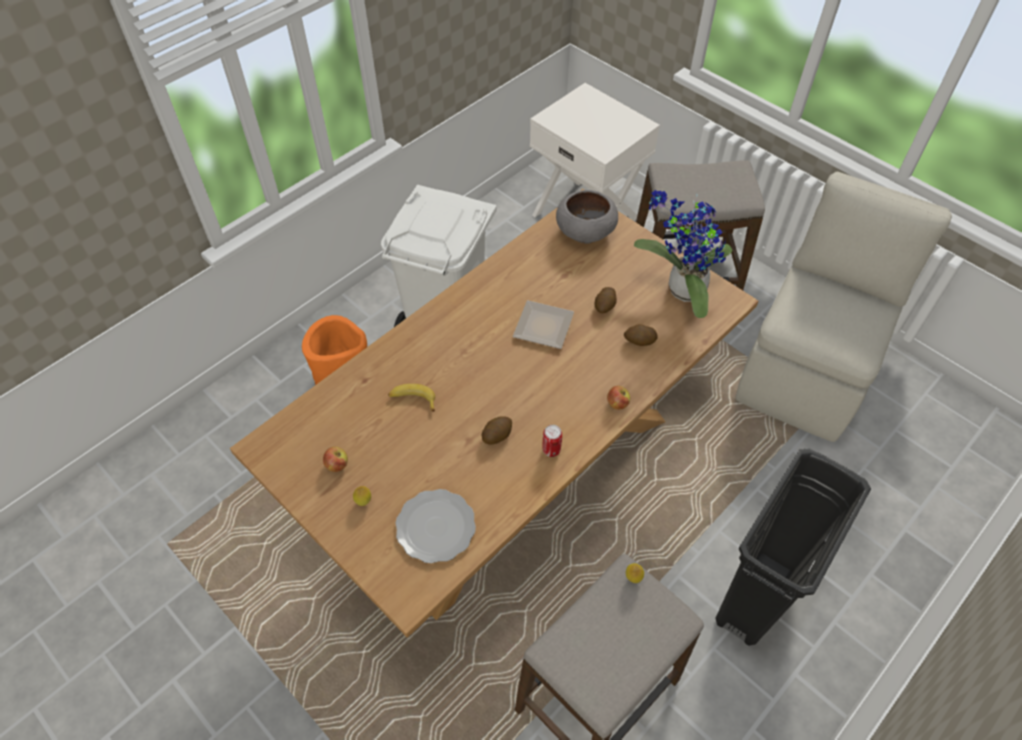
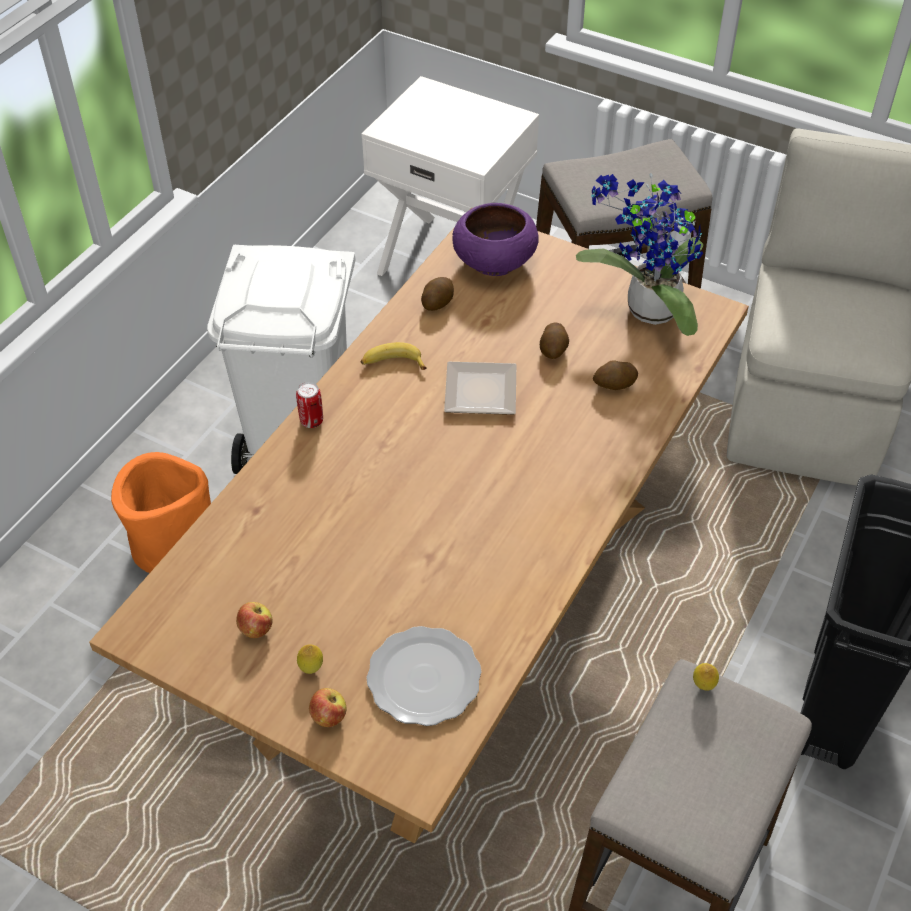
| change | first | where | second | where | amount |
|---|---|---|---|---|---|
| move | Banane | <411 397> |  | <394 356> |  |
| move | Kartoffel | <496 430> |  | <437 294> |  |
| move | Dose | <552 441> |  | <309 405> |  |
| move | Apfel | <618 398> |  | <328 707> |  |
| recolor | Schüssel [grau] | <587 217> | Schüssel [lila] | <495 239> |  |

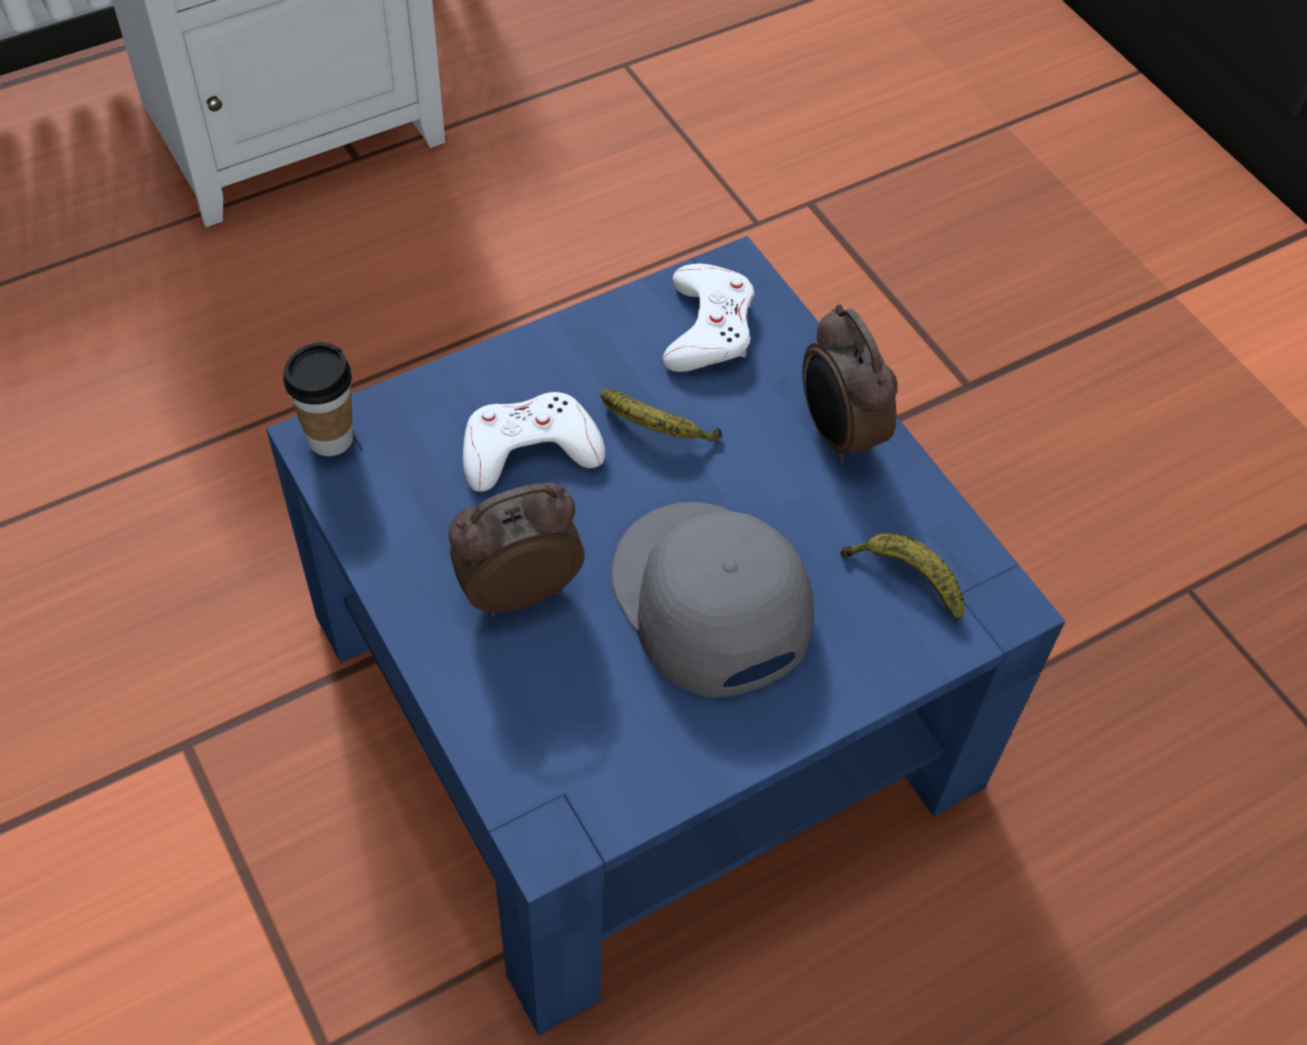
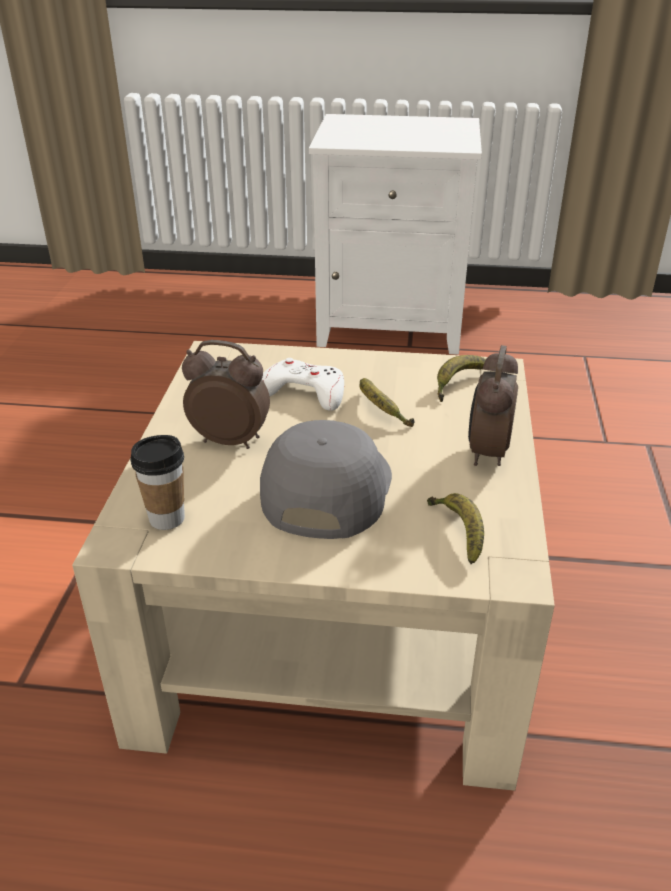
| change | first | where | second | where | amount |
|---|---|---|---|---|---|
| move | Tasse | <318 399> |  | <157 482> |  |
| replace | Gamepad [weiß] | <708 318> | Banane | <461 378> |  |
| recolor | Couchtisch [blau] | <665 636> | Couchtisch [beige] | <313 566> |  |

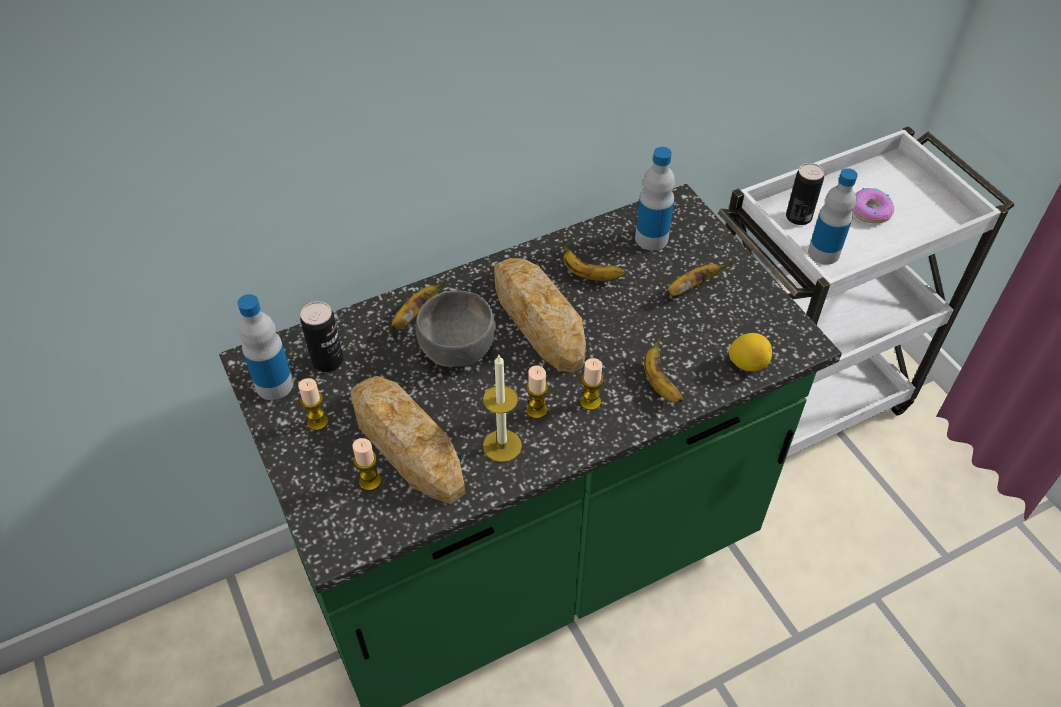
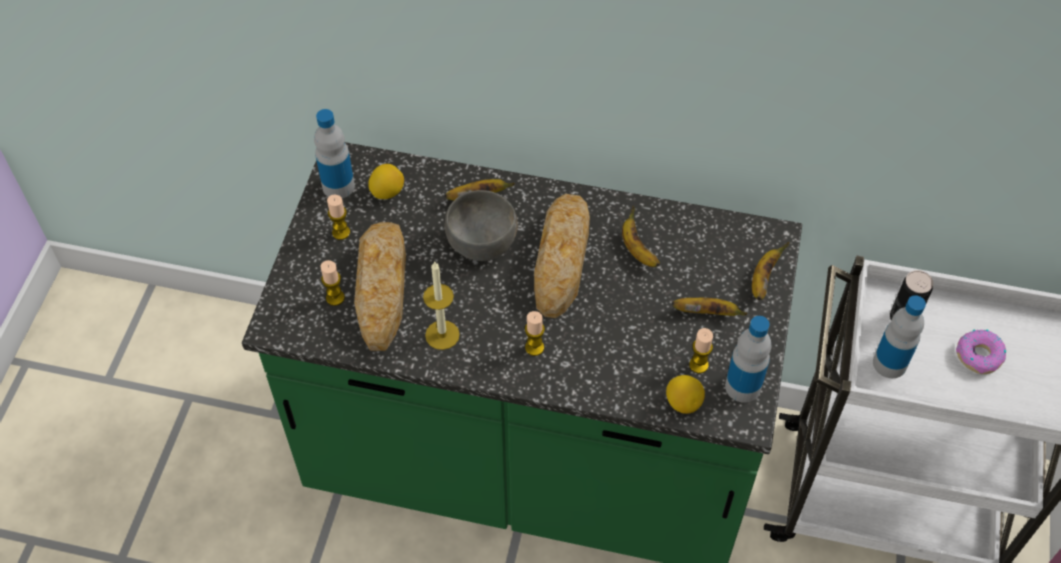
| change | first | where | second | where | amount |
|---|---|---|---|---|---|
| move | Kerze | <537 392> |  | <701 350> |  |
| move | Flasche | <655 198> |  | <748 359> |  |
| move | Banane | <663 368> |  | <770 271> |  |
| replace | Dose | <322 336> | Zitrone | <386 181> |  |

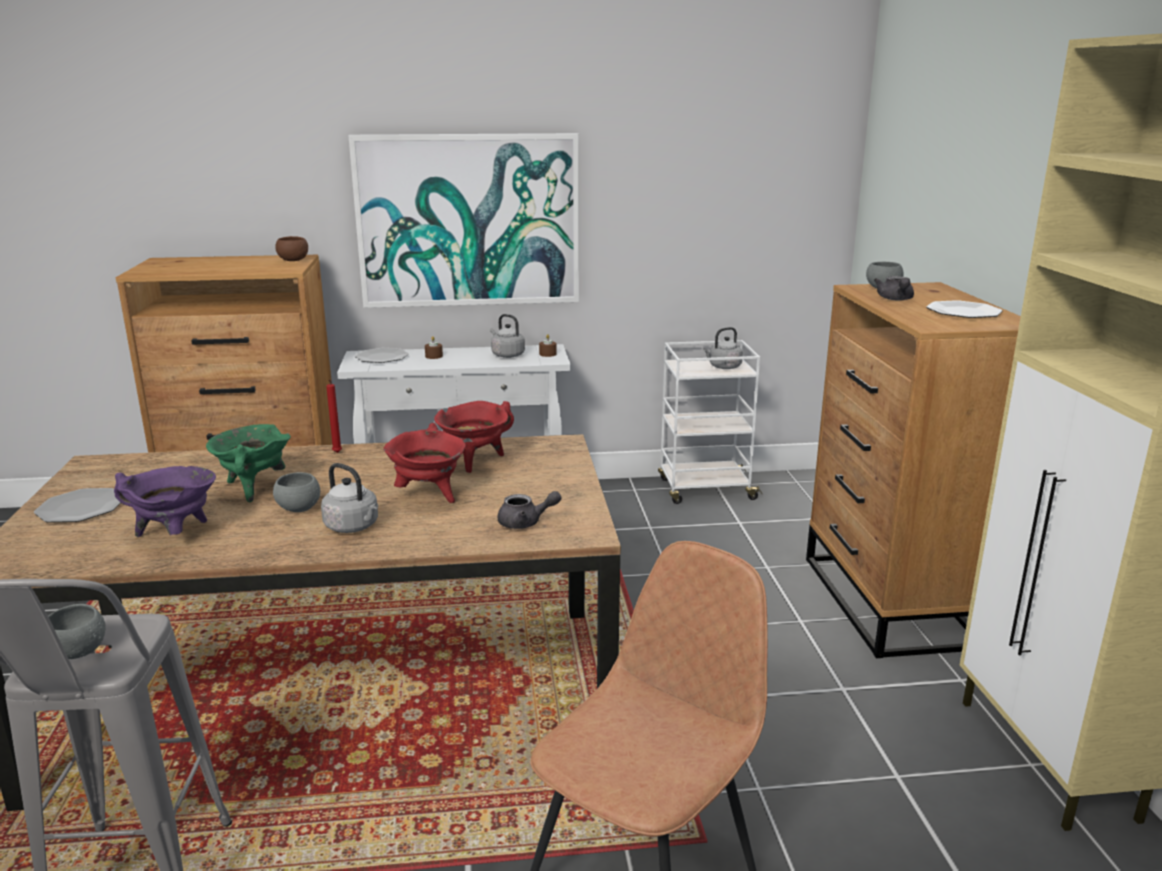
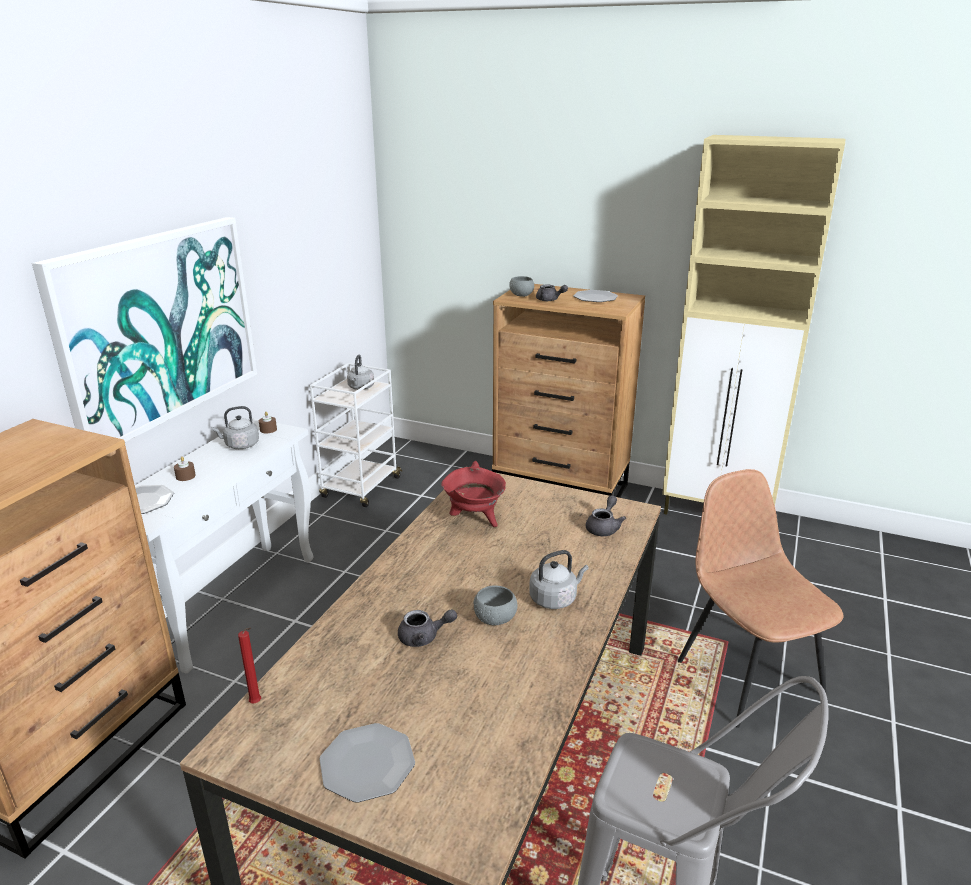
| change | first | where | second | where | amount |
|---|---|---|---|---|---|
| delete | Schüssel [grau] | <77 631> |  |  |  |
| delete | Kochtopf [lila] | <165 501> |  |  |  |
| delete | Schüssel [braun] | <291 248> |  |  |  |
| delete | Kochtopf [rot] | <424 463> |  |  |  |
| move | Kerze [rot] | <334 416> |  | <249 665> |  |
| replace | Kochtopf [grün] | <248 463> | Teekanne [grau] | <427 628> |  |

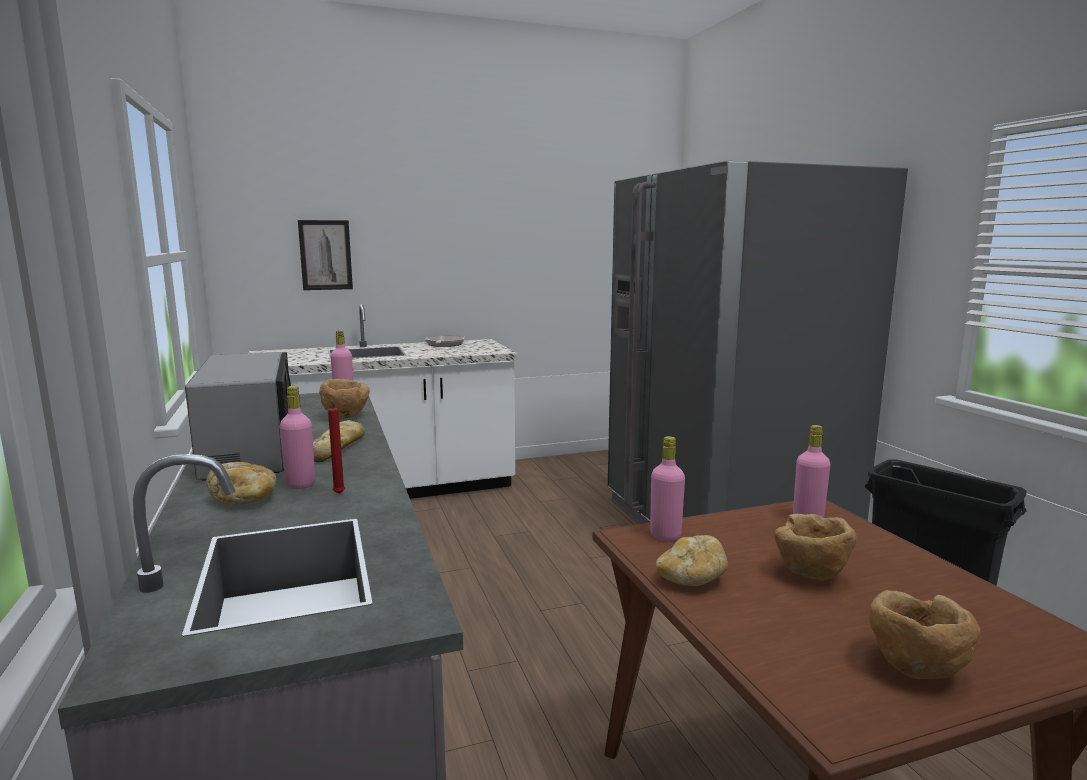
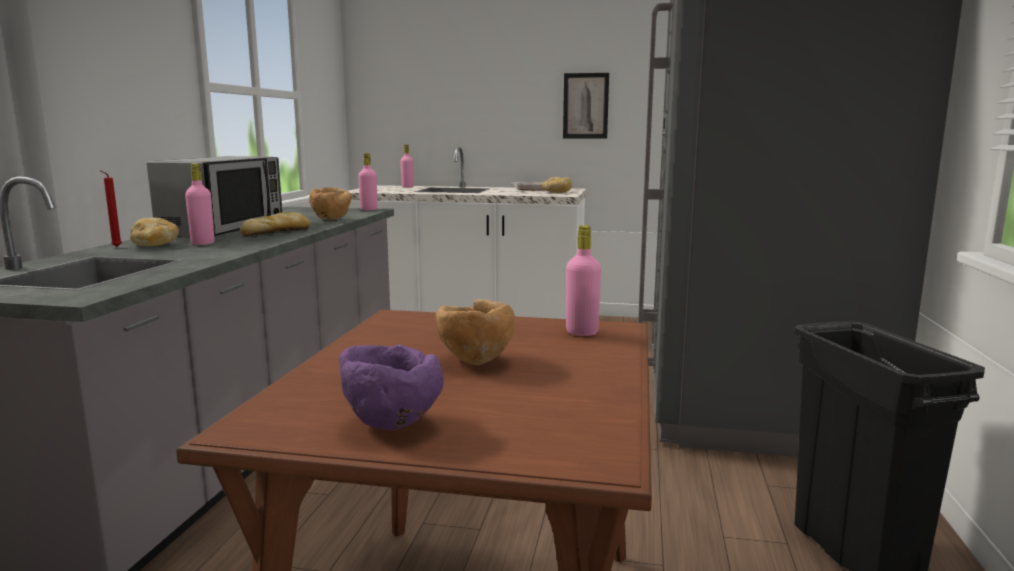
| change | first | where | second | where | amount |
|---|---|---|---|---|---|
| move | Bild | <325 255> |  | <586 106> |  |
| move | Kerze [rot] | <336 448> |  | <111 208> |  |
| move | Flasche [rosa] | <667 488> |  | <407 166> |  |
| move | Brot | <692 560> |  | <557 185> |  |
| recolor | Schüssel [braun] | <925 634> | Schüssel [lila] | <391 387> |  |

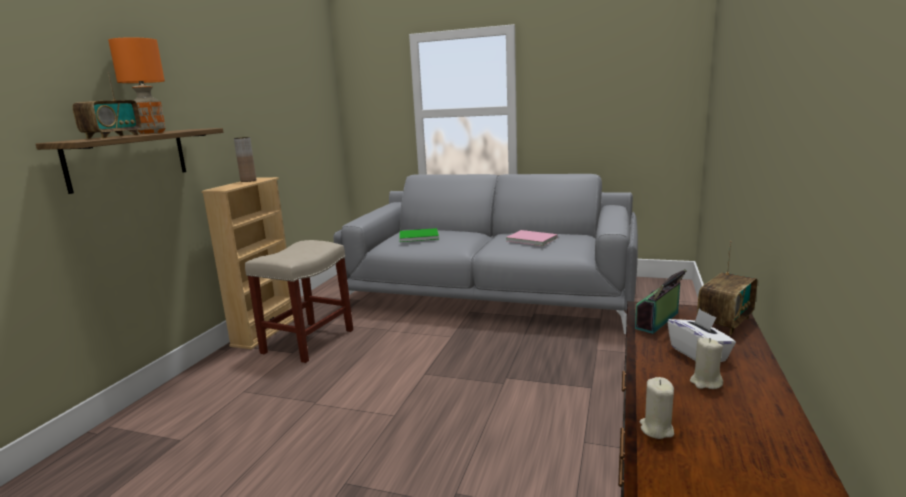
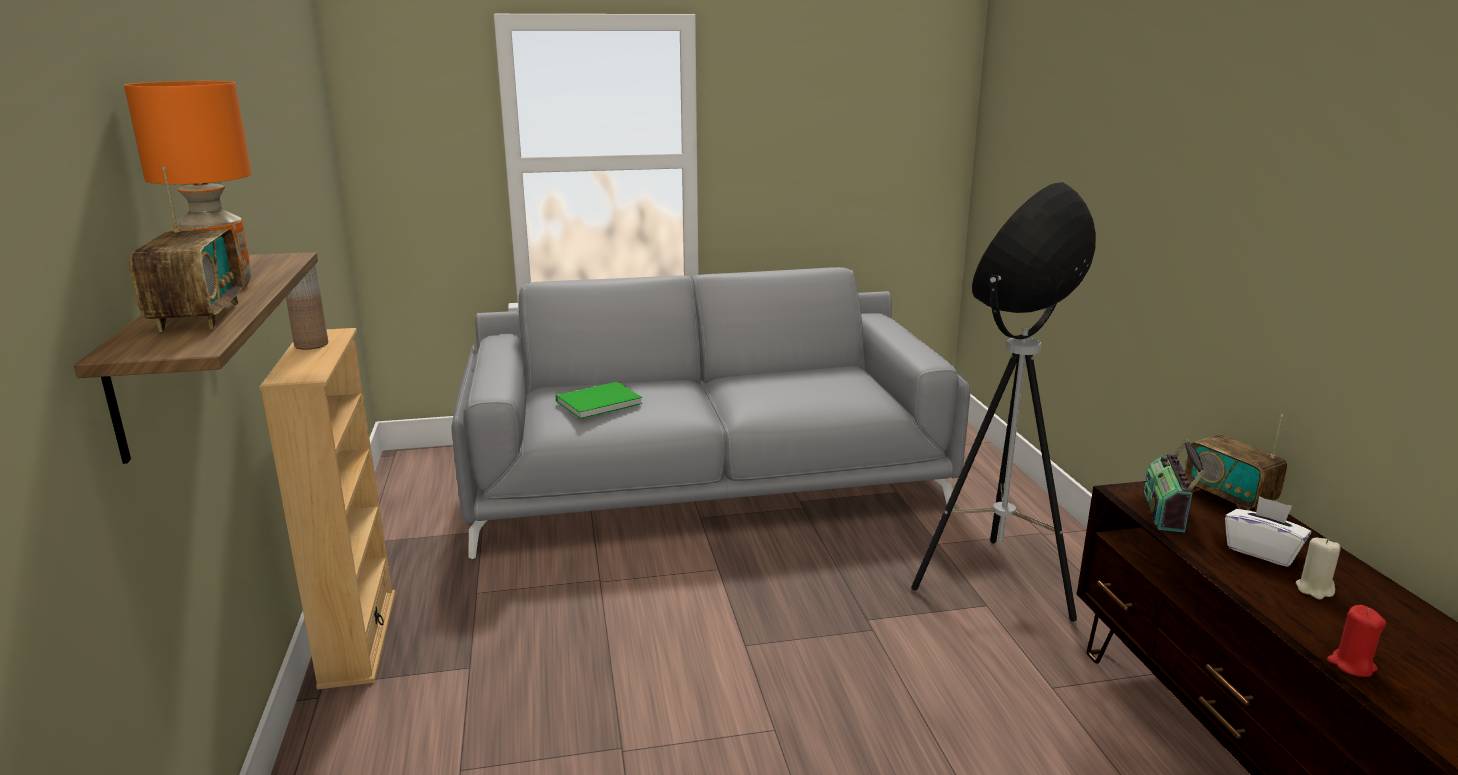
| change | first | where | second | where | amount |
|---|---|---|---|---|---|
| delete | Hocker [beige] | <299 301> |  |  |  |
| delete | Buch [rosa] | <532 238> |  |  |  |
| insert |  |  | Stehlampe | <1003 402> |  |
| recolor | Kerze [beige] | <657 408> | Kerze [rot] | <1356 641> |  |
| rotate | Radio | <727 288> |  | <1236 462> | 135 degrees clockwise |

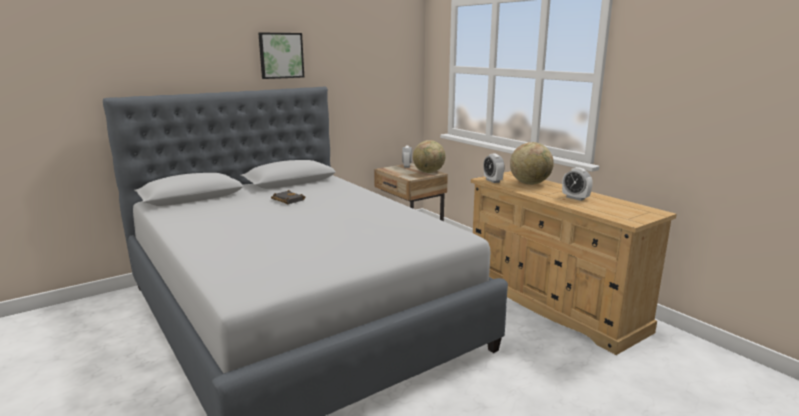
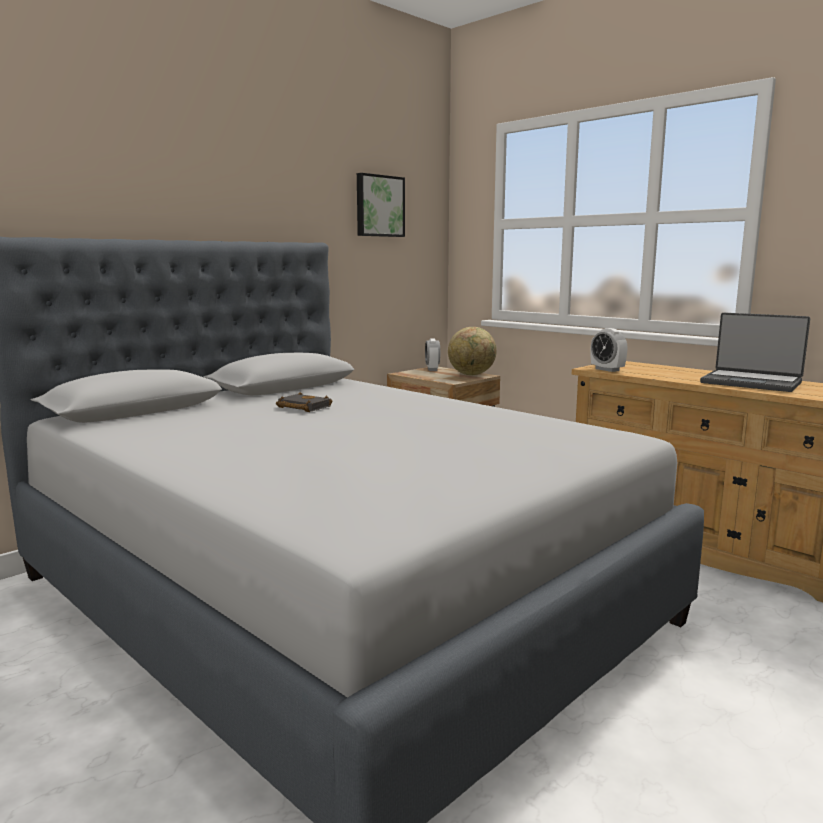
| change | first | where | second | where | amount |
|---|---|---|---|---|---|
| delete | Globus | <532 163> |  |  |  |
| move | Bild | <281 56> |  | <381 205> |  |
| replace | Wecker | <577 184> | Laptop | <755 352> |  |

